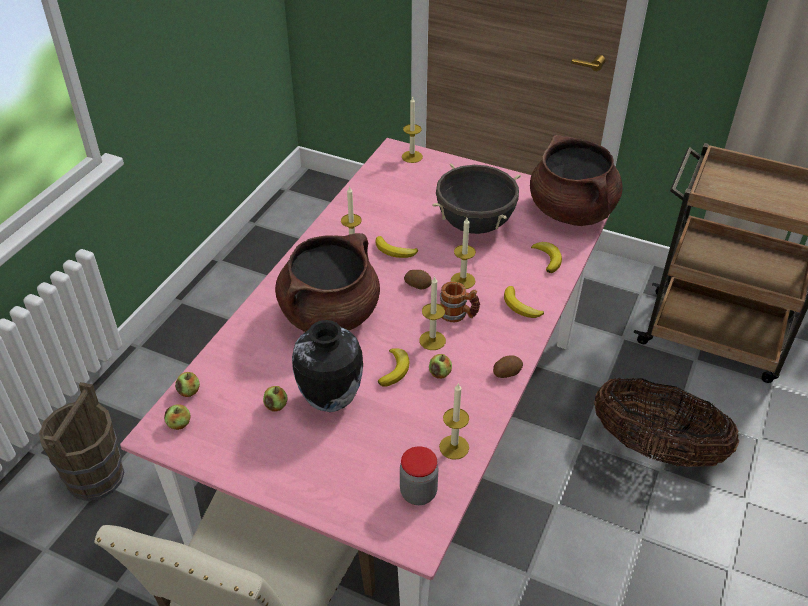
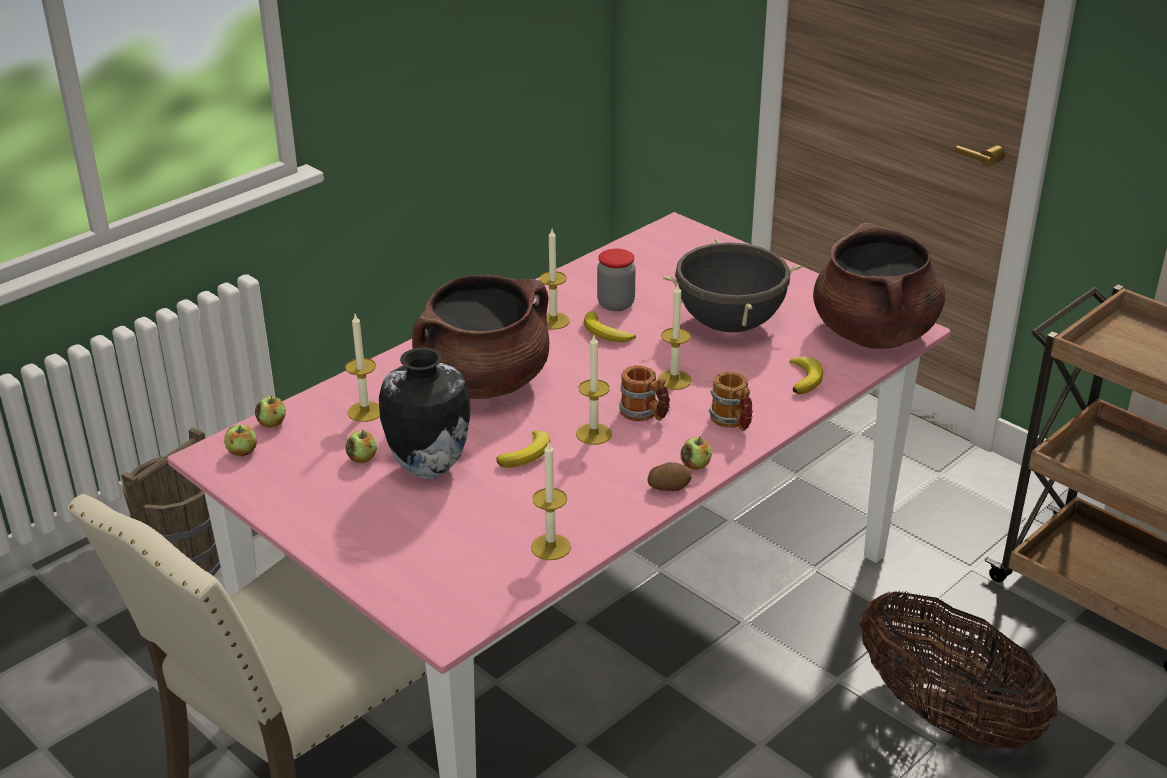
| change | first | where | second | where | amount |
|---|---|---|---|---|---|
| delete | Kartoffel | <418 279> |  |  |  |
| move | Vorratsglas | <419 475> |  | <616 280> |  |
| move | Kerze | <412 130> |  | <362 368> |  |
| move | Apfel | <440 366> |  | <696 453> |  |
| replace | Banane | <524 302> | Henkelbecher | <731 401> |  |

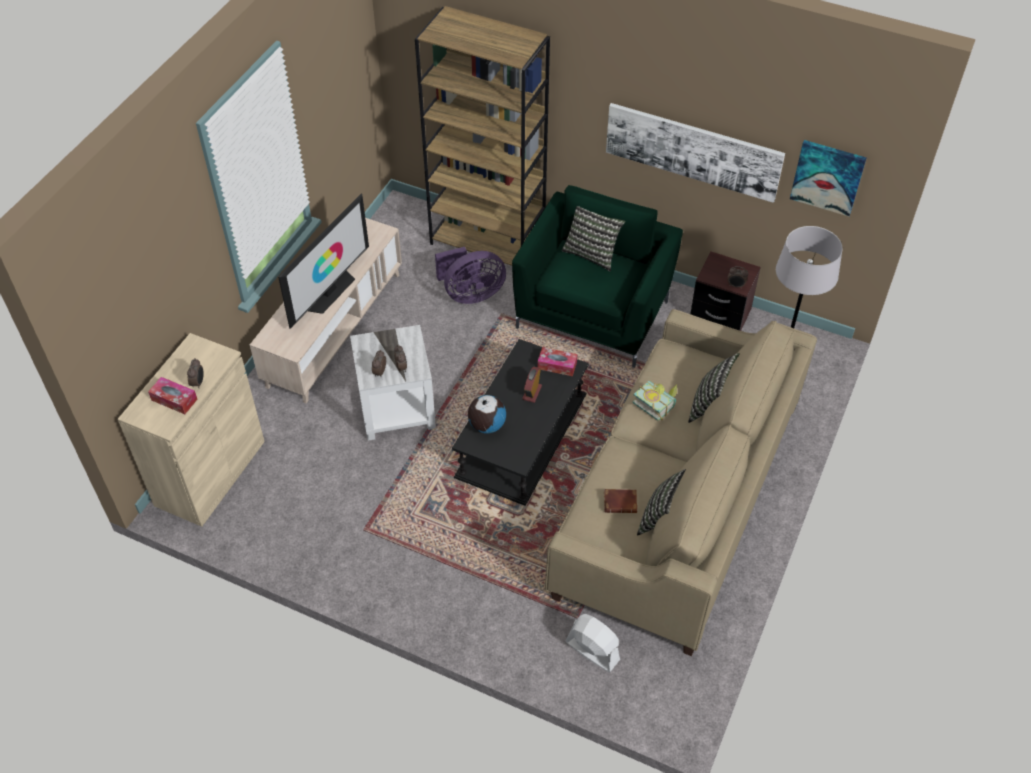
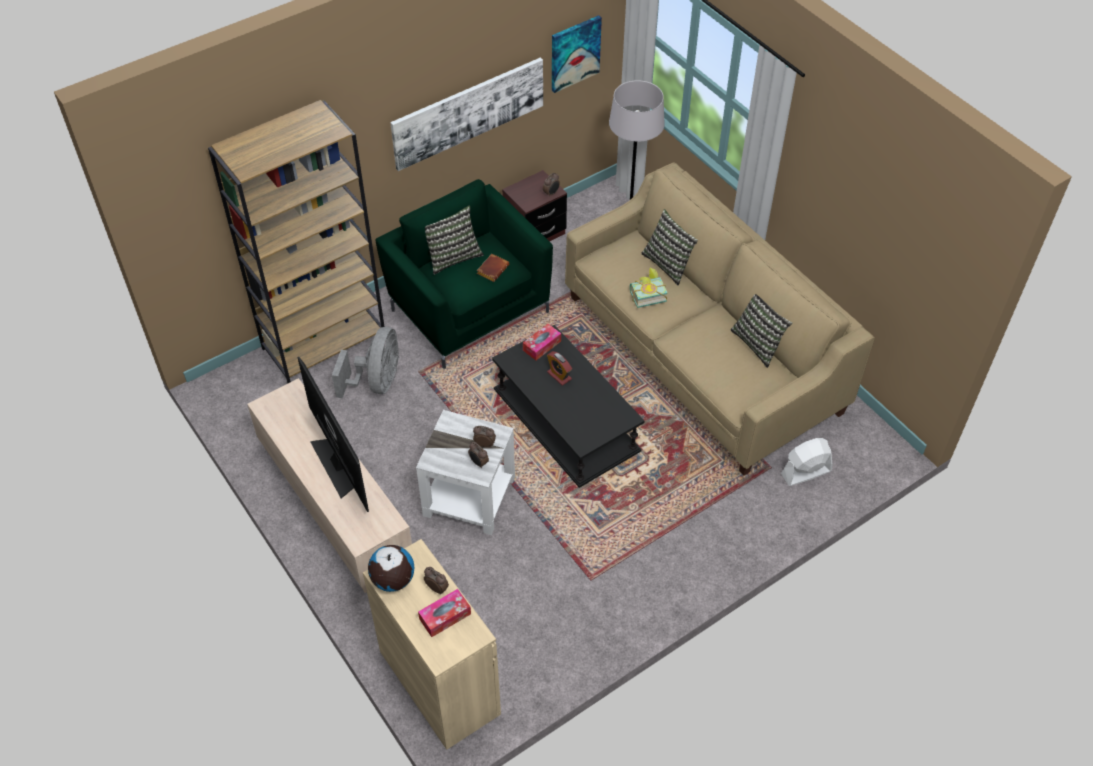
| change | first | where | second | where | amount |
|---|---|---|---|---|---|
| move | Globus | <487 414> |  | <391 568> |  |
| move | Buch [braun] | <620 501> |  | <493 268> |  |
| recolor | Ventilator [lila] | <470 275> | Ventilator [grau] | <365 362> |  |

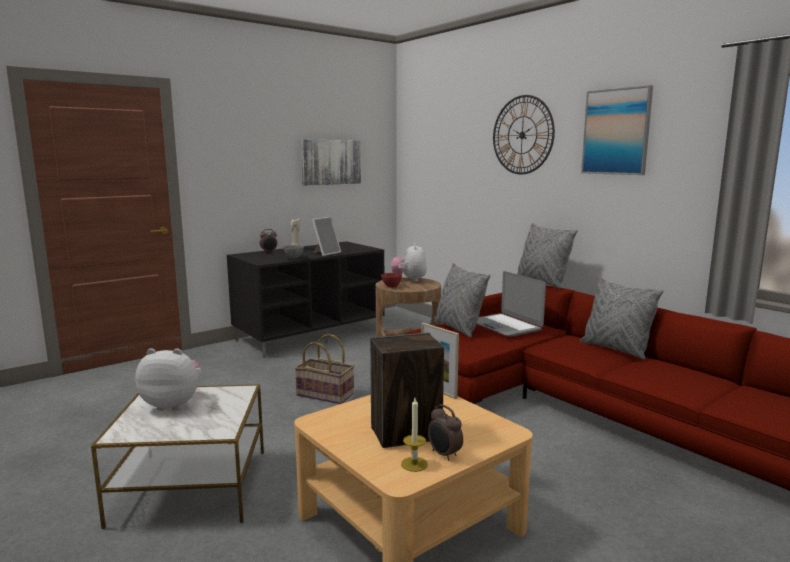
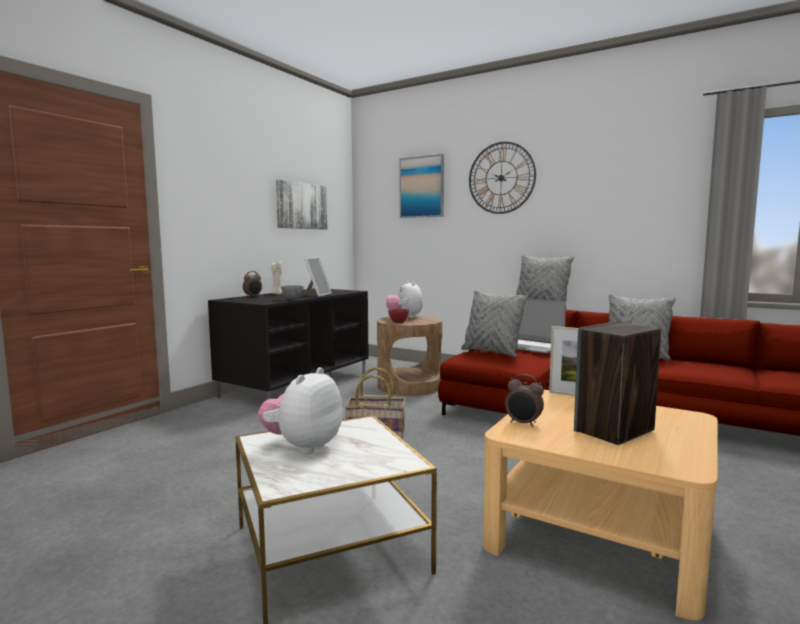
| change | first | where | second | where | amount |
|---|---|---|---|---|---|
| delete | Kerze | <414 435> |  |  |  |
| move | Wecker | <445 432> |  | <524 400> |  |
| move | Bild | <617 130> |  | <422 186> |  |
| rotate | Plüschtier | <168 379> |  | <300 410> | 45 degrees counterclockwise |

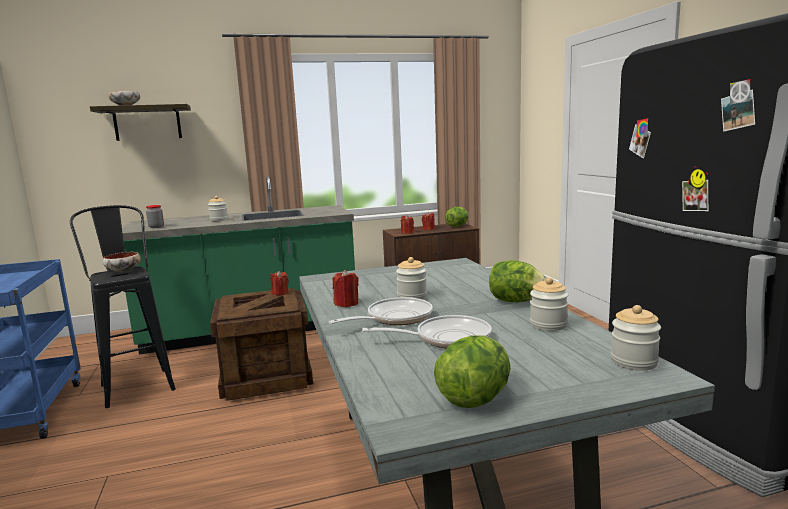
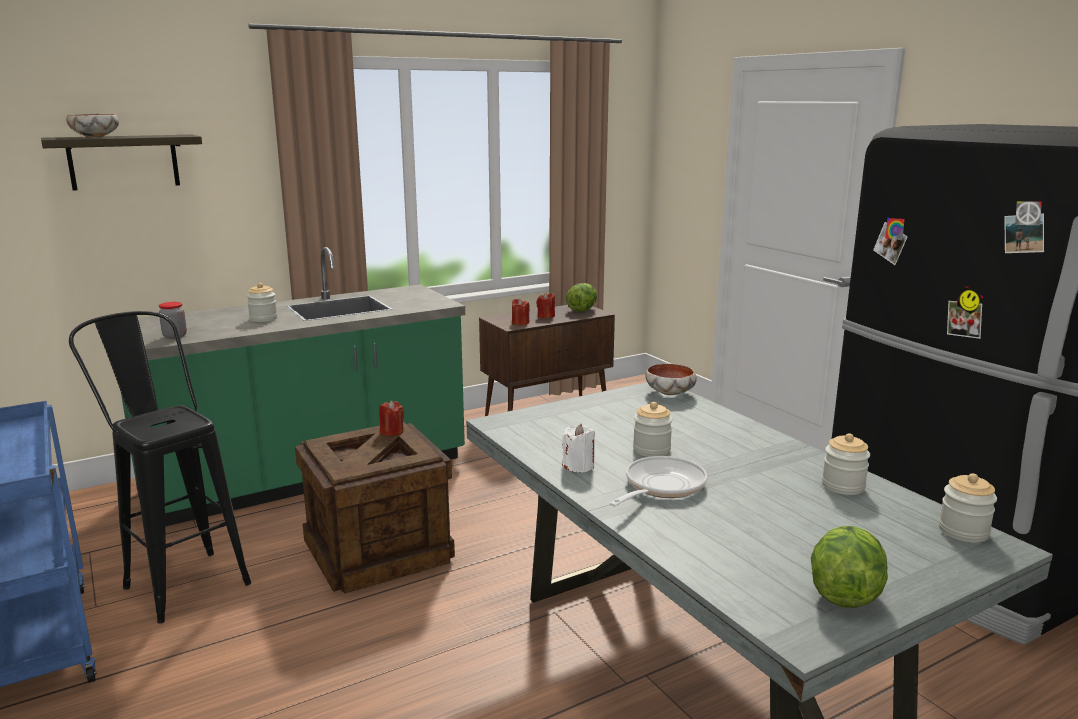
| change | first | where | second | where | amount |
|---|---|---|---|---|---|
| delete | Pfanne | <427 332> |  |  |  |
| delete | Salatkopf | <518 281> |  |  |  |
| move | Schüssel | <122 262> |  | <670 379> |  |
| recolor | Kerze [rot] | <346 288> | Kerze [weiß] | <578 448> |  |

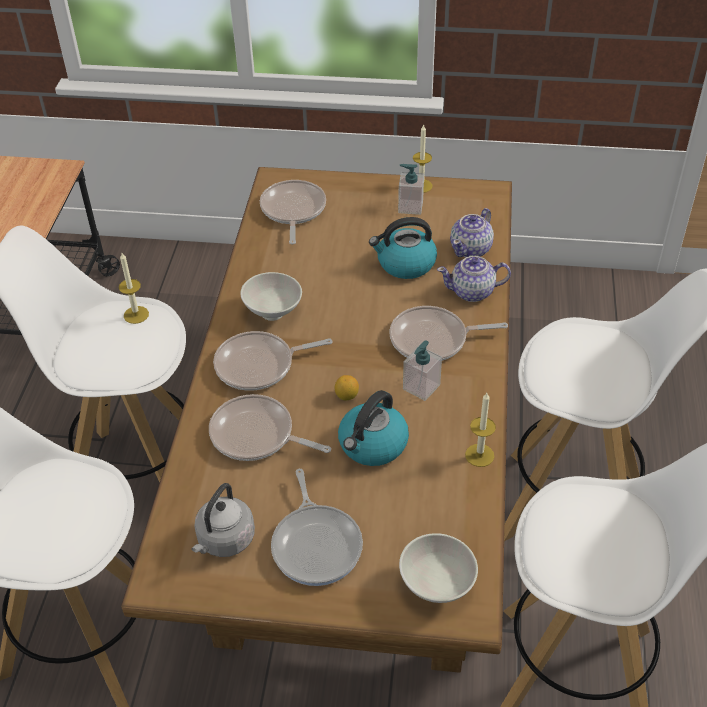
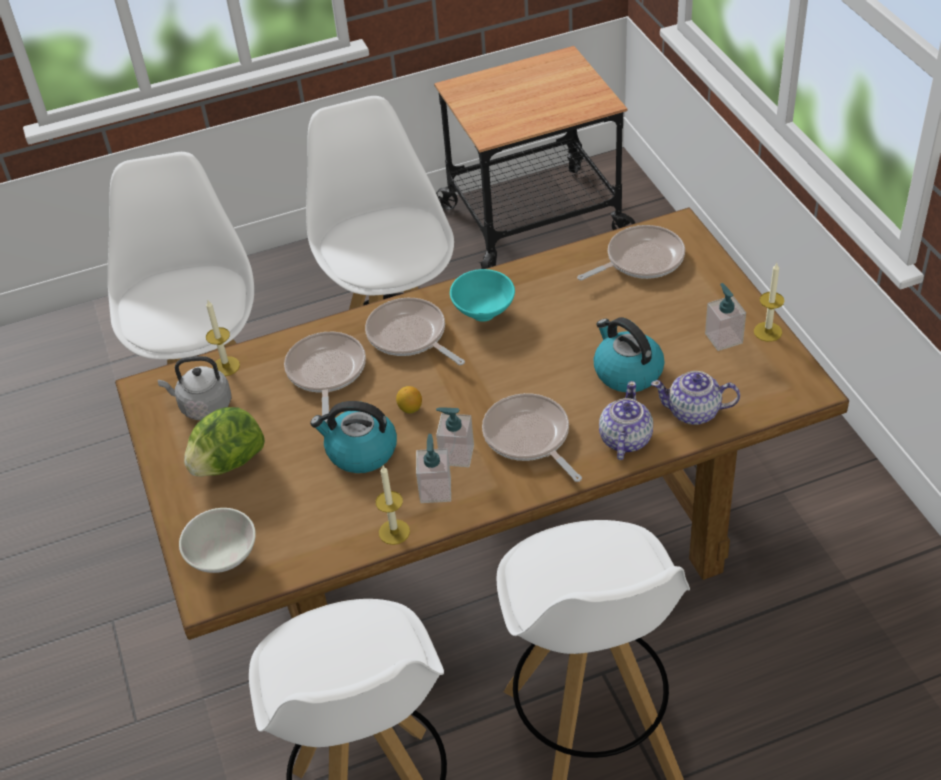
| change | first | where | second | where | amount |
|---|---|---|---|---|---|
| insert |  |  | Seifenspender | <433 468> |  |
| move | Kerze | <134 288> |  | <223 338> |  |
| replace | Pfanne | <317 527> | Salatkopf | <224 442> |  |
| recolor | Schüssel [weiß] | <271 296> | Schüssel [türkis] | <482 295> |  |
| rotate | Teekanne | <474 279> |  | <626 420> | 45 degrees clockwise |

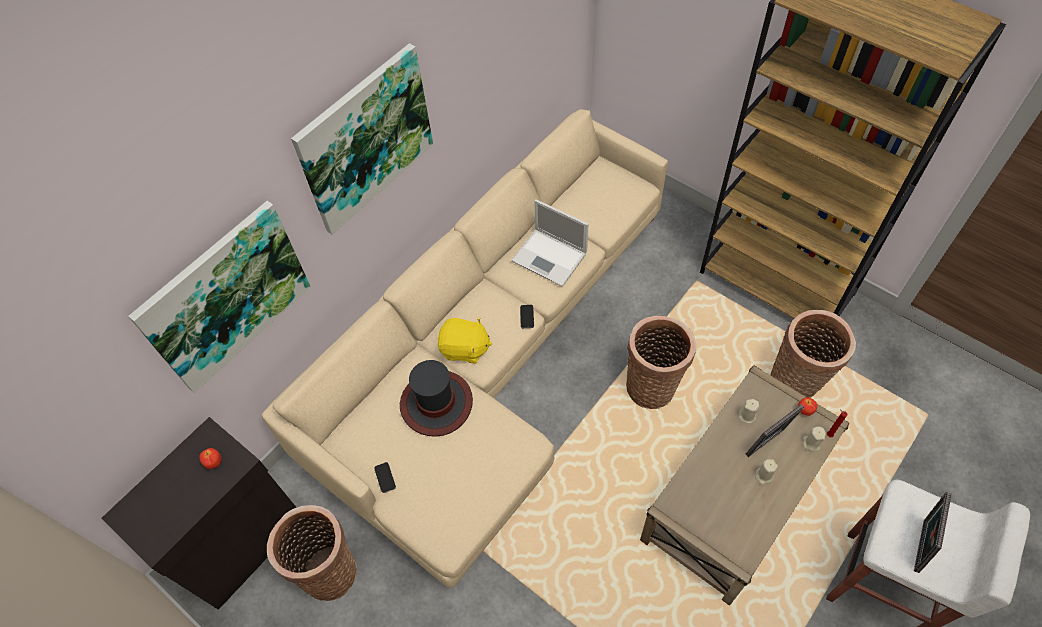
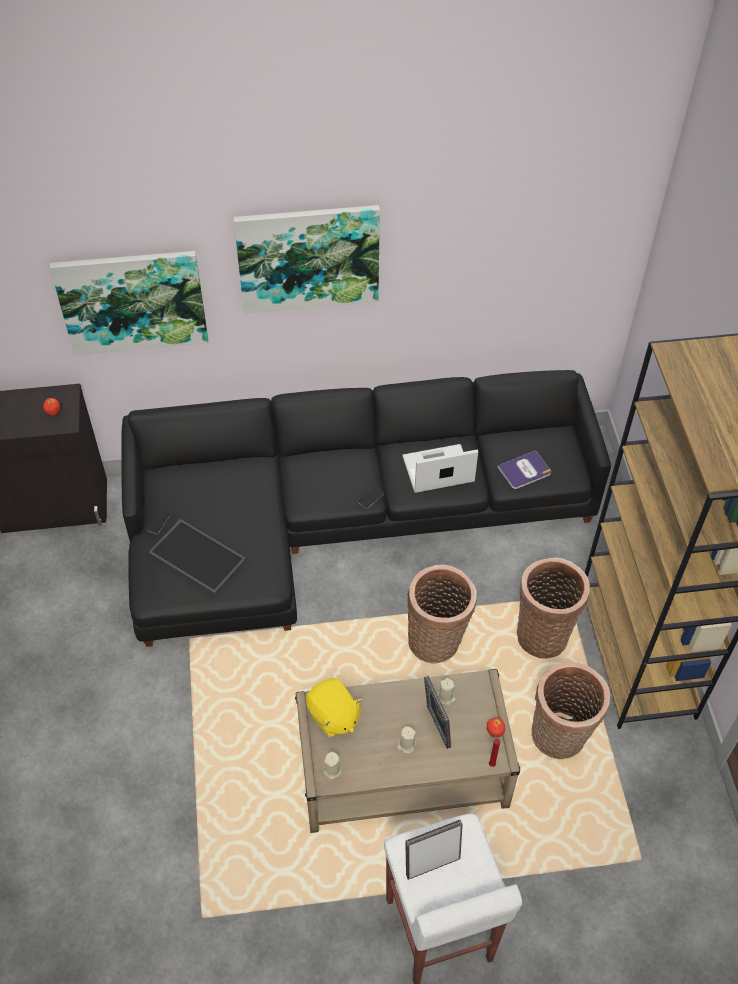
| change | first | where | second | where | amount |
|---|---|---|---|---|---|
| delete | Hut | <436 398> |  |  |  |
| insert |  |  | Tablett | <197 557> |  |
| insert |  |  | Buch | <524 469> |  |
| move | Korb | <312 553> |  | <553 608> |  |
| move | Plüschtier [gelb] | <465 340> |  | <334 707> |  |
| move | Kerze [beige] | <814 439> |  | <332 765> |  |
| recolor | Sofa [beige] | <465 348> | Sofa [schwarz] | <366 508> |  |
| rotate | Laptop | <550 243> |  | <440 468> | 90 degrees clockwise |
| rotate | Bilderrahmen | <775 430> |  | <437 712> | 60 degrees clockwise |

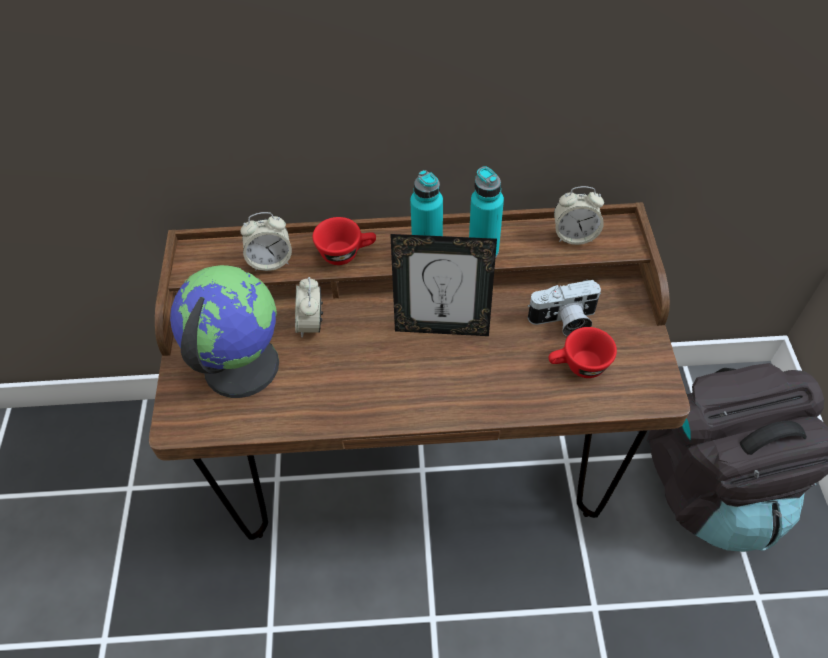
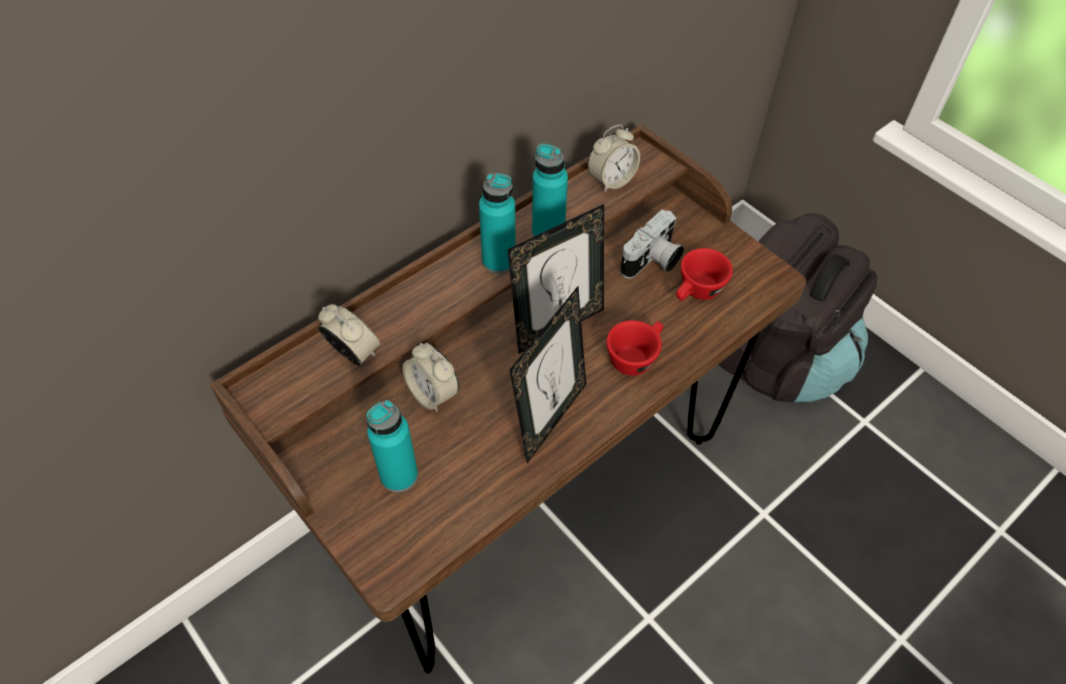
| change | first | where | second | where | amount |
|---|---|---|---|---|---|
| insert |  |  | Bilderrahmen | <548 374> |  |
| move | Tasse [rot] | <344 241> |  | <635 348> |  |
| replace | Globus | <224 331> | Flasche [türkis] | <392 446> |  |
| rotate | Wecker | <266 241> |  | <349 335> | 90 degrees counterclockwise |

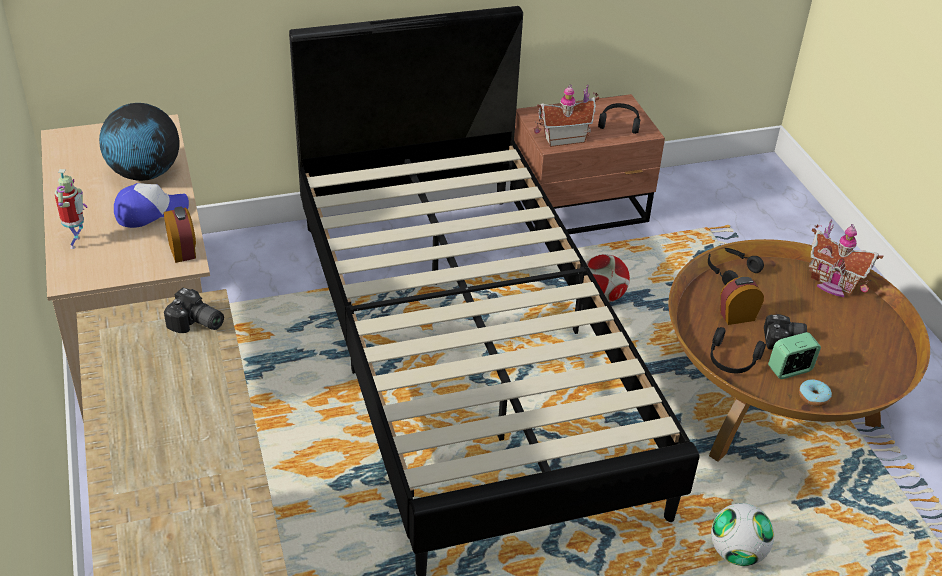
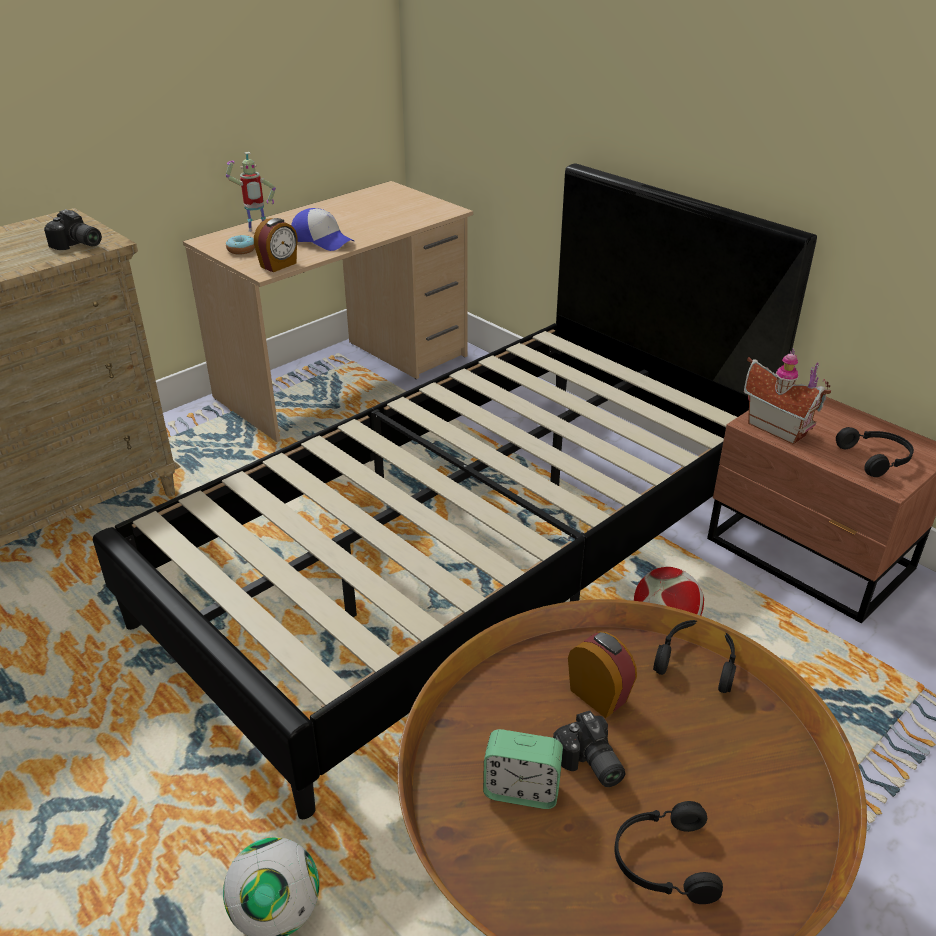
| change | first | where | second | where | amount |
|---|---|---|---|---|---|
| delete | Globus | <139 142> |  |  |  |
| delete | Spielzeughaus | <846 258> |  |  |  |
| move | Kopfhörer [schwarz] | <738 350> |  | <668 852> |  |
| move | Donut | <815 393> |  | <240 245> |  |
| rotate | Kamera | <194 310> |  | <73 229> | 60 degrees counterclockwise |
| rotate | Wecker | <794 355> |  | <523 769> | 150 degrees clockwise |

